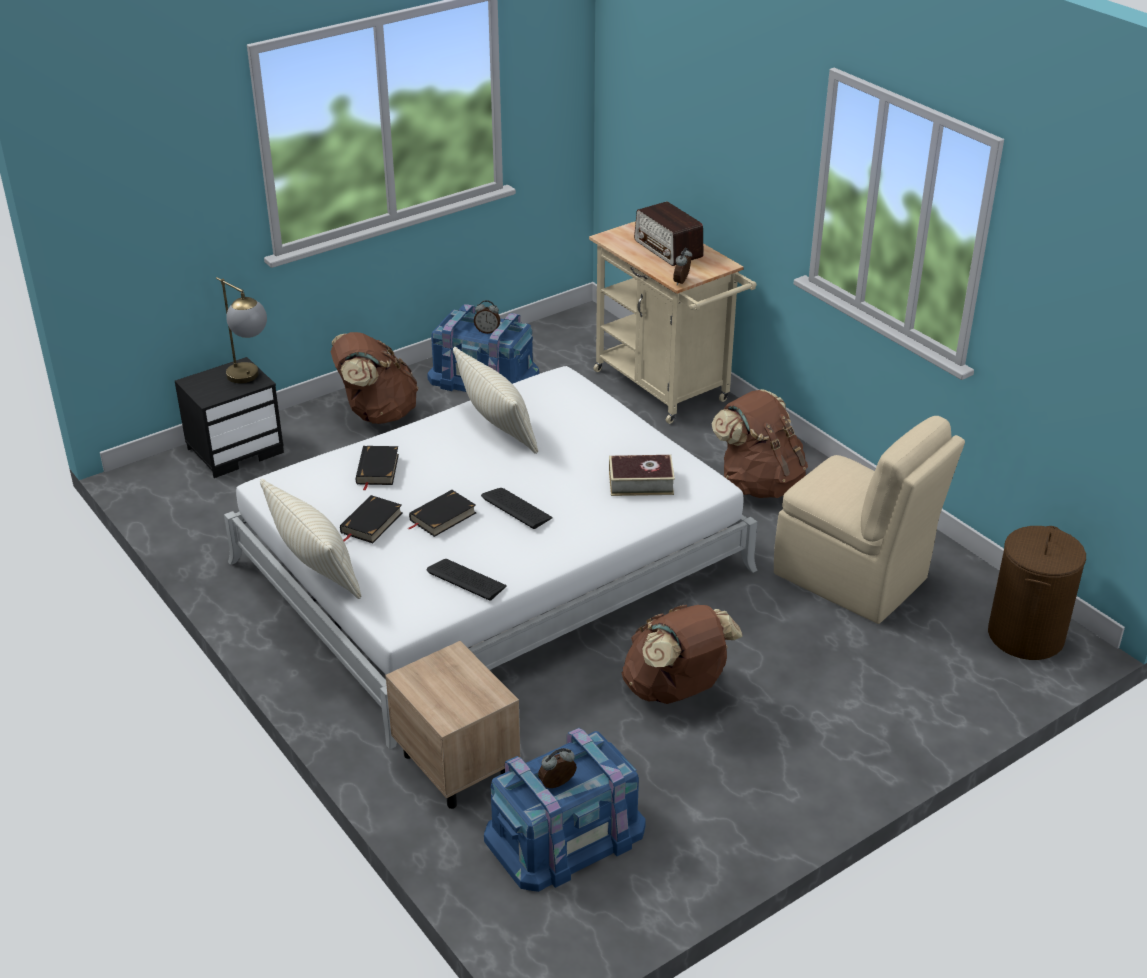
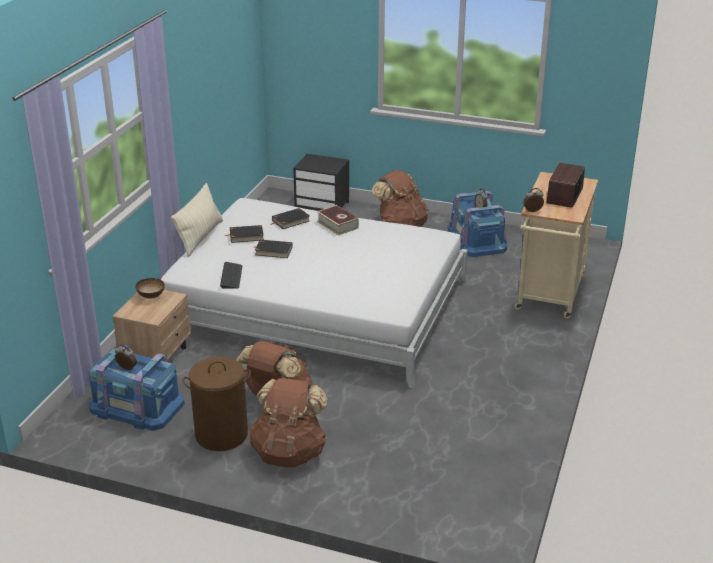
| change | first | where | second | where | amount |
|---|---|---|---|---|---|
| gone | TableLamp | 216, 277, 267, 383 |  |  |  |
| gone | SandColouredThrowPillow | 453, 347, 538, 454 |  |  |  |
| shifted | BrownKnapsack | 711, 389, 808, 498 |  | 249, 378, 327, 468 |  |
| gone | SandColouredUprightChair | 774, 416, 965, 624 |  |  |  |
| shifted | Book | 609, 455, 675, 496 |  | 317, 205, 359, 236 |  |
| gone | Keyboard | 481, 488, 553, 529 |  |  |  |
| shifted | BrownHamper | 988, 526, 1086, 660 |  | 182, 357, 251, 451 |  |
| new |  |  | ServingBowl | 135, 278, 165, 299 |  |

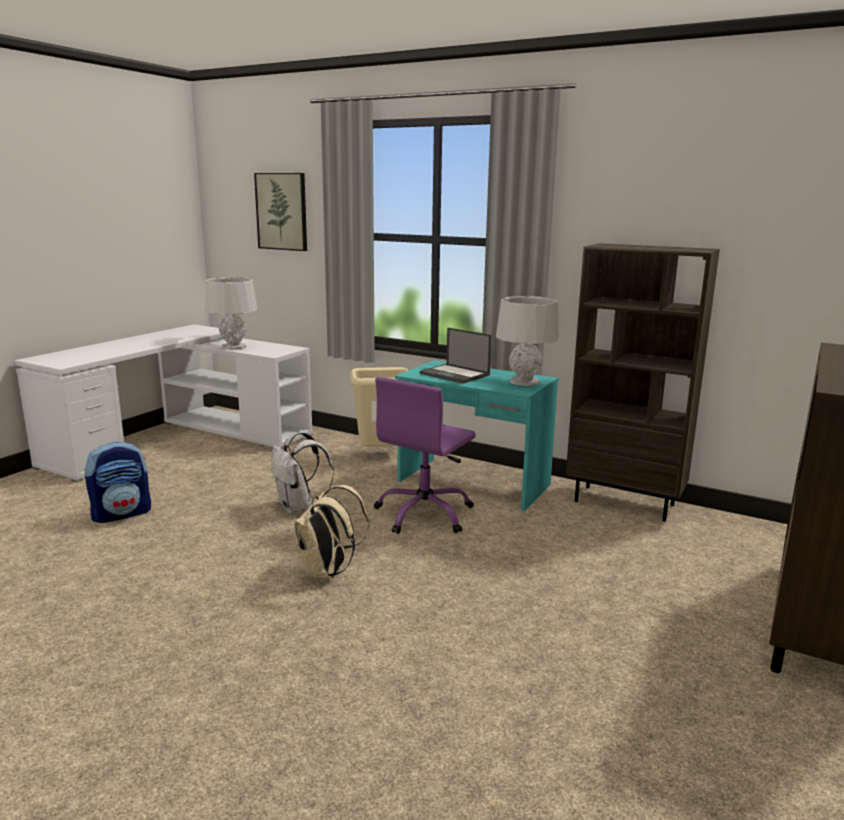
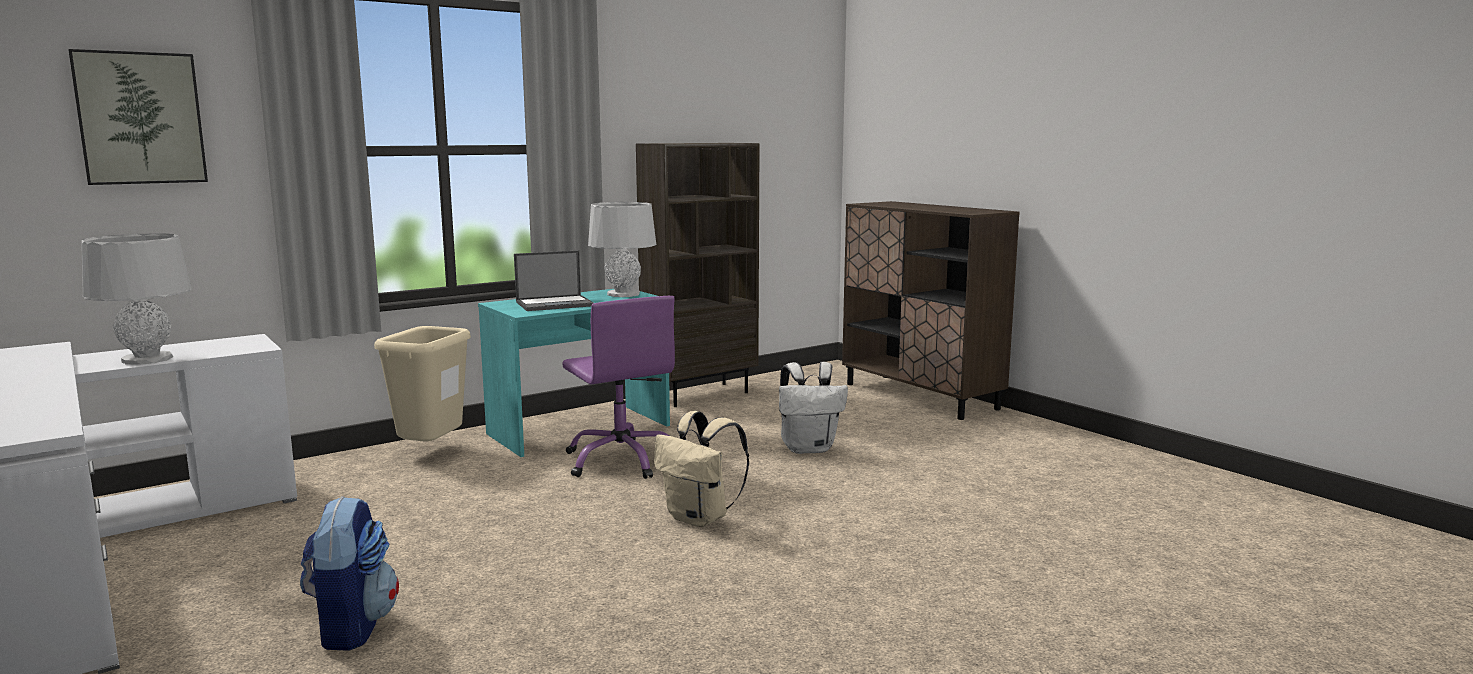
| change | first | where | second | where | amount |
|---|---|---|---|---|---|
| shifted | WhitishKnapsack | 271, 432, 334, 514 |  | 779, 362, 848, 454 |  |

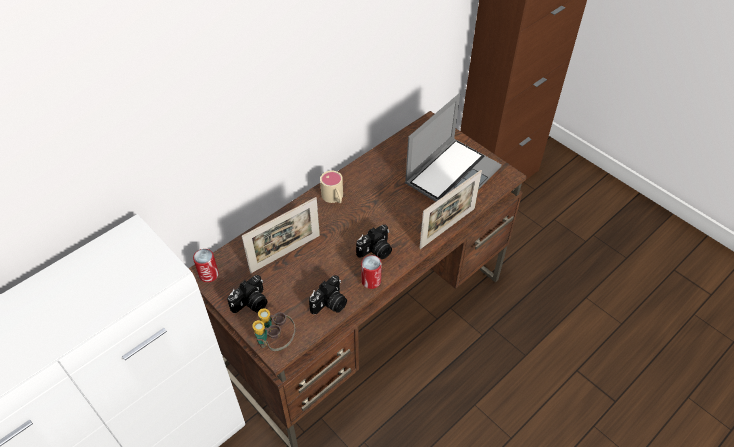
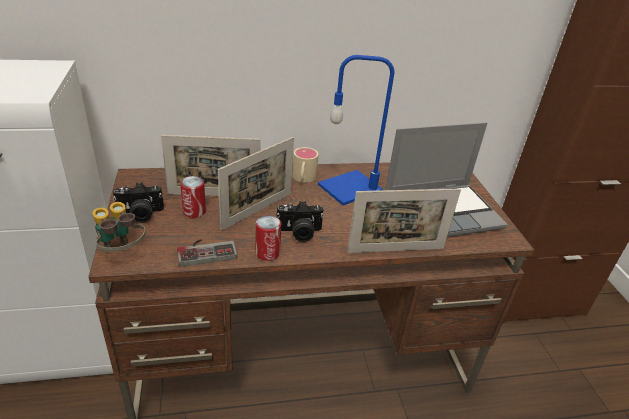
| change | first | where | second | where | amount |
|---|---|---|---|---|---|
| shifted | SealedCan | 193, 249, 219, 282 |  | 180, 176, 206, 218 |  |
| swapped | PhotoCamera | 309, 275, 347, 315 | Joypad | 177, 239, 237, 267 |  |
| new |  |  | BlueColouredTableLamp | 318, 55, 394, 205 |  |
| new |  |  | StandingFrame | 218, 137, 294, 231 |  |

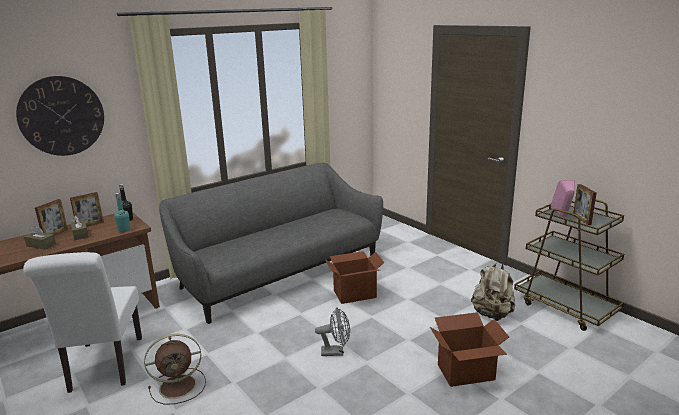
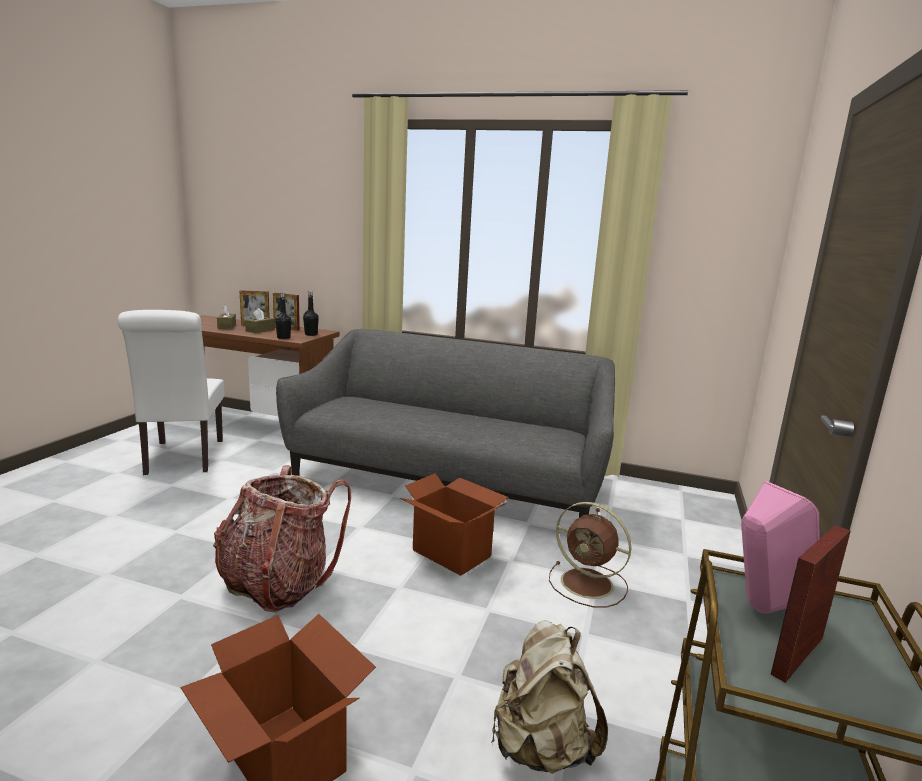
| change | first | where | second | where | amount |
|---|---|---|---|---|---|
| gone | HangingClock | 16, 76, 104, 156 |  |  |  |
| repainted | TurquoiseDrinkBottle | 114, 193, 130, 232 | BlackDrinkBottle | 275, 293, 291, 339 |  |
| rotated | WhitishUprightChair | 23, 252, 142, 393 |  | 118, 310, 225, 475 | 60 degrees counterclockwise |
| swapped | GrayElectricFan | 315, 308, 350, 356 | Knapsack | 213, 465, 351, 613 |  |
| shifted | BrownElectricFan | 144, 334, 206, 405 |  | 549, 502, 632, 608 |  |

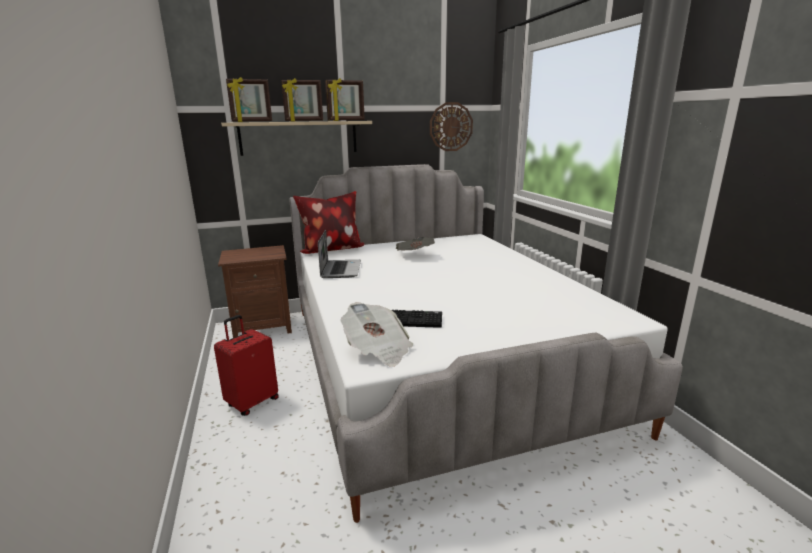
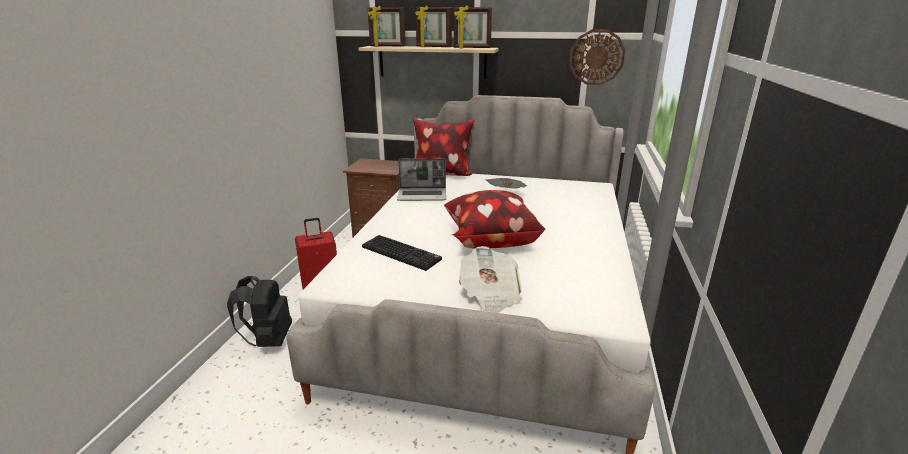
| change | first | where | second | where | amount |
|---|---|---|---|---|---|
| rotated | NotebookComputer | 318, 230, 361, 278 |  | 397, 158, 446, 201 | 60 degrees clockwise |
| shifted | PrintedPaper | 341, 302, 414, 367 |  | 459, 246, 522, 313 |  |
| new |  |  | ThrowPillow | 444, 190, 545, 249 |  |
| new |  |  | BlackKnapsack | 227, 276, 292, 347 |  |

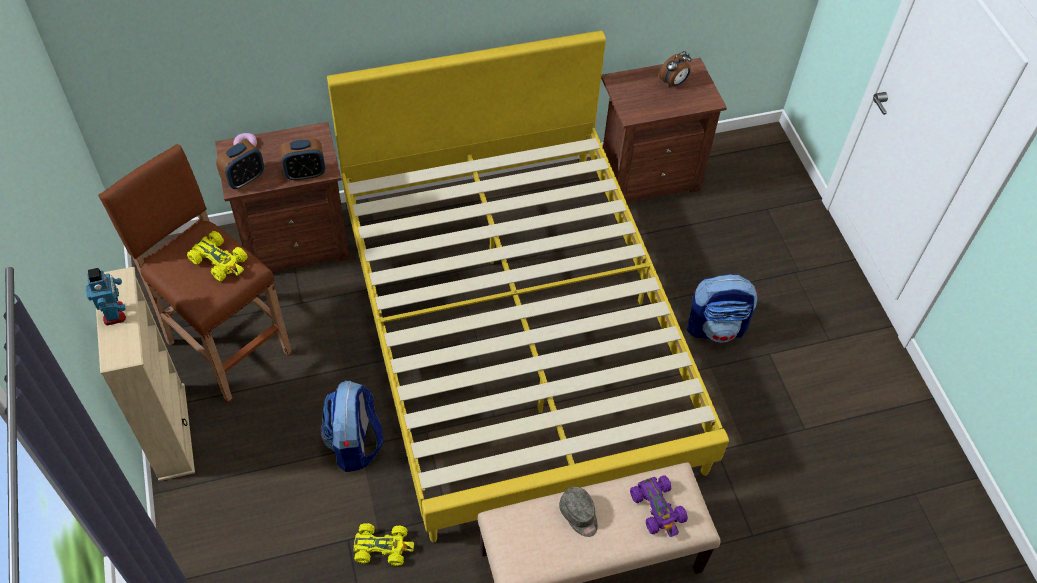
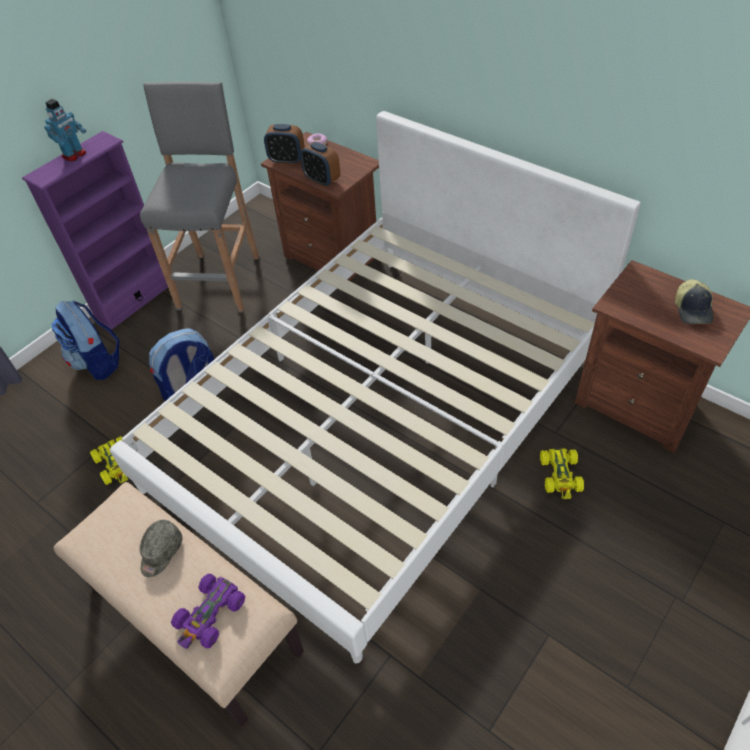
| change | first | where | second | where | amount |
|---|---|---|---|---|---|
| repainted | YellowColouredSleepingBed | 327, 30, 729, 543 | WhitishSleepingBed | 110, 111, 641, 664 |  |
| swapped | BedsideClock | 659, 51, 692, 87 | PeakedCap | 675, 279, 713, 324 |  |
| repainted | BrownStoolSeat | 98, 144, 292, 403 | GrayStoolSeat | 140, 82, 259, 313 |  |
| shifted | YellowColouredMiniatureCar | 187, 231, 248, 281 |  | 540, 448, 584, 499 |  |
| repainted | SandColouredShelvingUnit | 96, 267, 195, 481 | PurpleColouredShelvingUnit | 22, 131, 168, 330 |  |
| shifted | Knapsack | 687, 274, 759, 343 |  | 51, 300, 119, 380 |  |

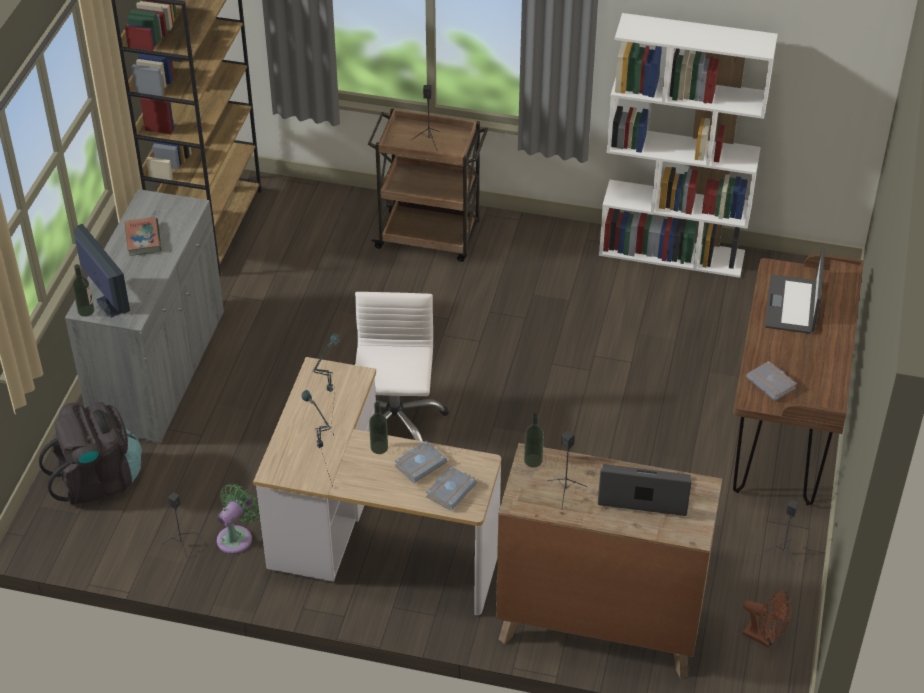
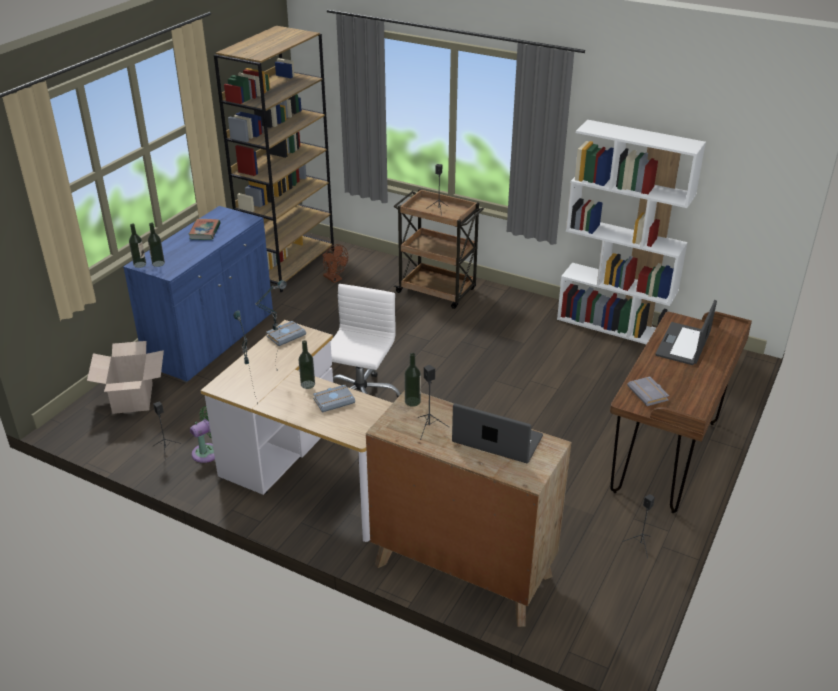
| change | first | where | second | where | amount |
|---|---|---|---|---|---|
| repainted | GrayCabinet | 65, 189, 224, 443 | BlueColouredCabinet | 123, 206, 273, 383 |  |
| swapped | Monitor | 74, 224, 130, 318 | DrinkBottle | 148, 223, 165, 267 |  |
| swapped | BlackKnapsack | 39, 402, 142, 506 | CardboardBox | 87, 341, 164, 414 |  |
| shifted | GrayBook | 426, 466, 477, 511 |  | 266, 321, 306, 346 |  |
| shifted | BrownElectricFan | 742, 590, 792, 648 |  | 323, 244, 348, 283 |  |

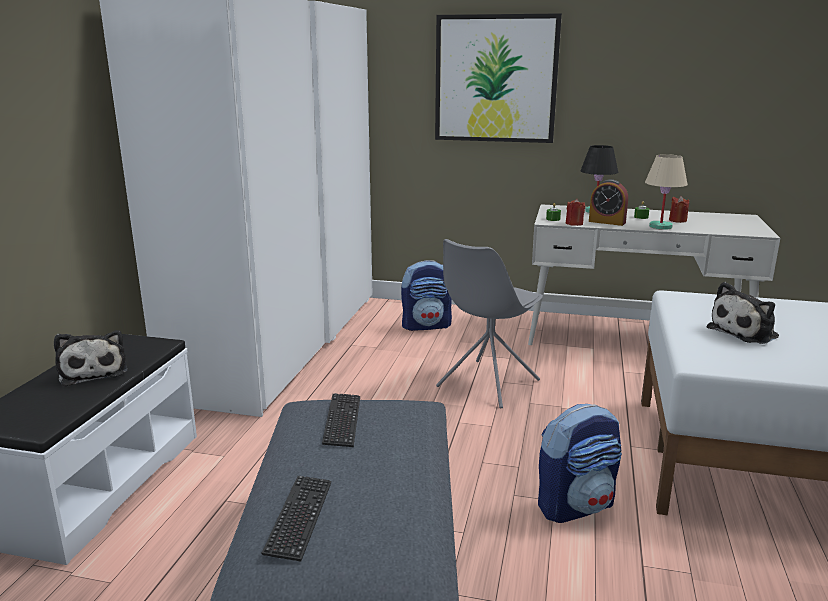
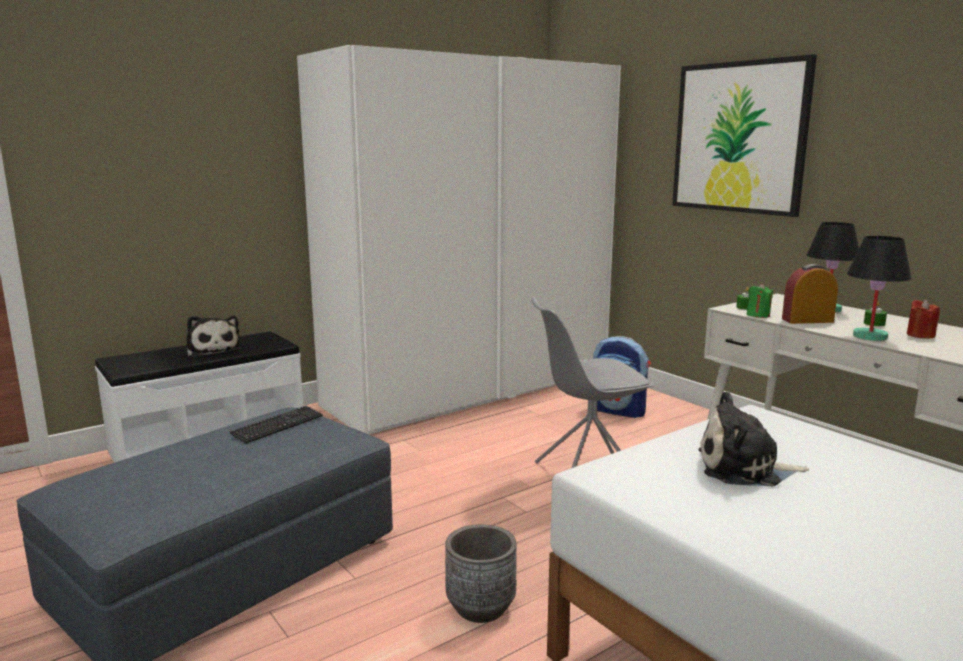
| change | first | where | second | where | amount |
|---|---|---|---|---|---|
| repainted | SandColouredTableLamp | 645, 154, 688, 230 | BlackTableLamp | 847, 236, 912, 341 |  |
| rotated | BedsideClock | 589, 179, 628, 226 |  | 782, 264, 838, 324 | 105 degrees clockwise |
| repainted | RedColouredWaxLight | 566, 199, 585, 226 | GreenWaxLight | 747, 283, 773, 318 |  |
| rotated | SoftToy | 54, 330, 127, 387 |  | 186, 316, 240, 357 | 45 degrees counterclockwise |
| swapped | Knapsack | 538, 404, 622, 523 | GrayPlantPot | 445, 524, 517, 623 |  |
| gone | Keyboard | 262, 476, 331, 561 |  |  |  |

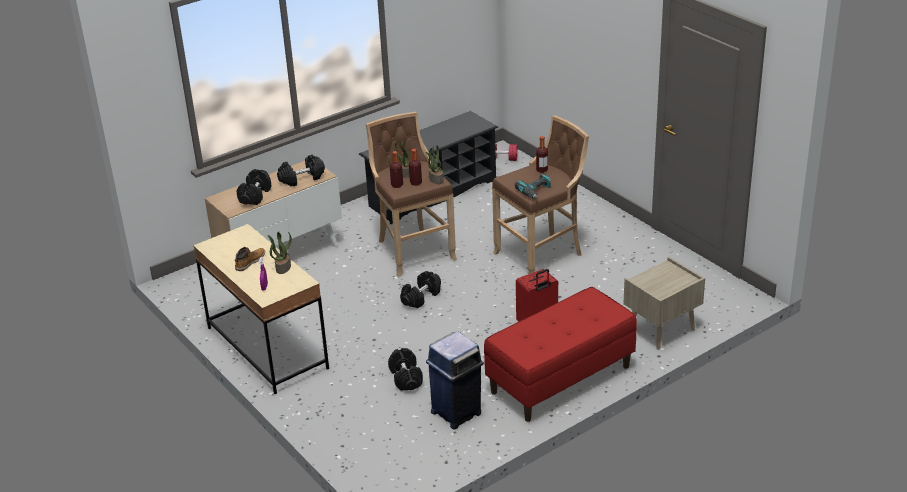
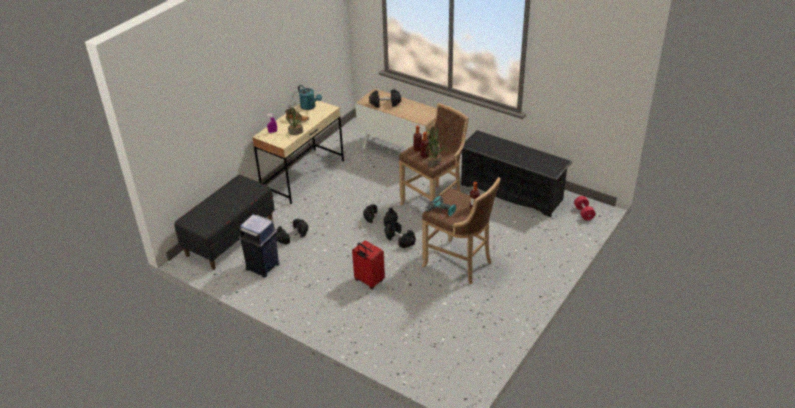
| change | first | where | second | where | amount |
|---|---|---|---|---|---|
| shifted | BlackFreeWeight | 277, 155, 325, 187 |  | 385, 221, 416, 248 |  |
| gone | SandColouredBedsideTable | 623, 257, 705, 350 |  |  |  |
| gone | RedColouredBench | 484, 287, 637, 422 |  |  |  |
| new |  |  | TurquoiseWateringCan | 298, 85, 322, 110 |  |
| new |  |  | BlackBench | 174, 175, 275, 270 |  |

